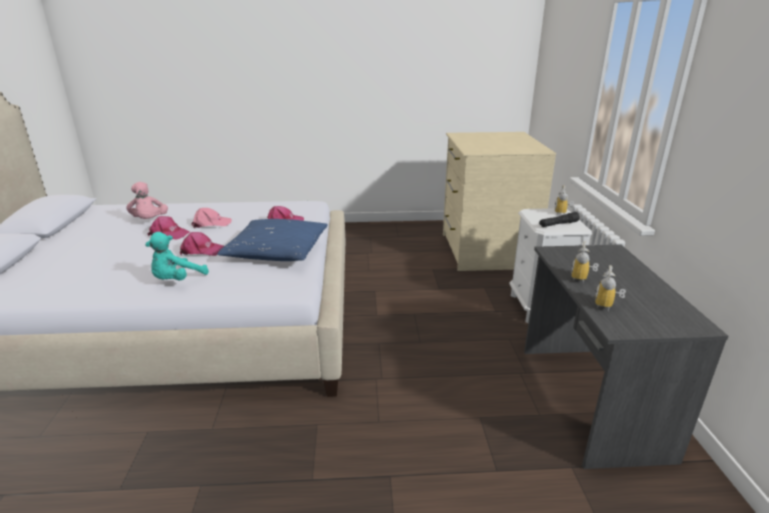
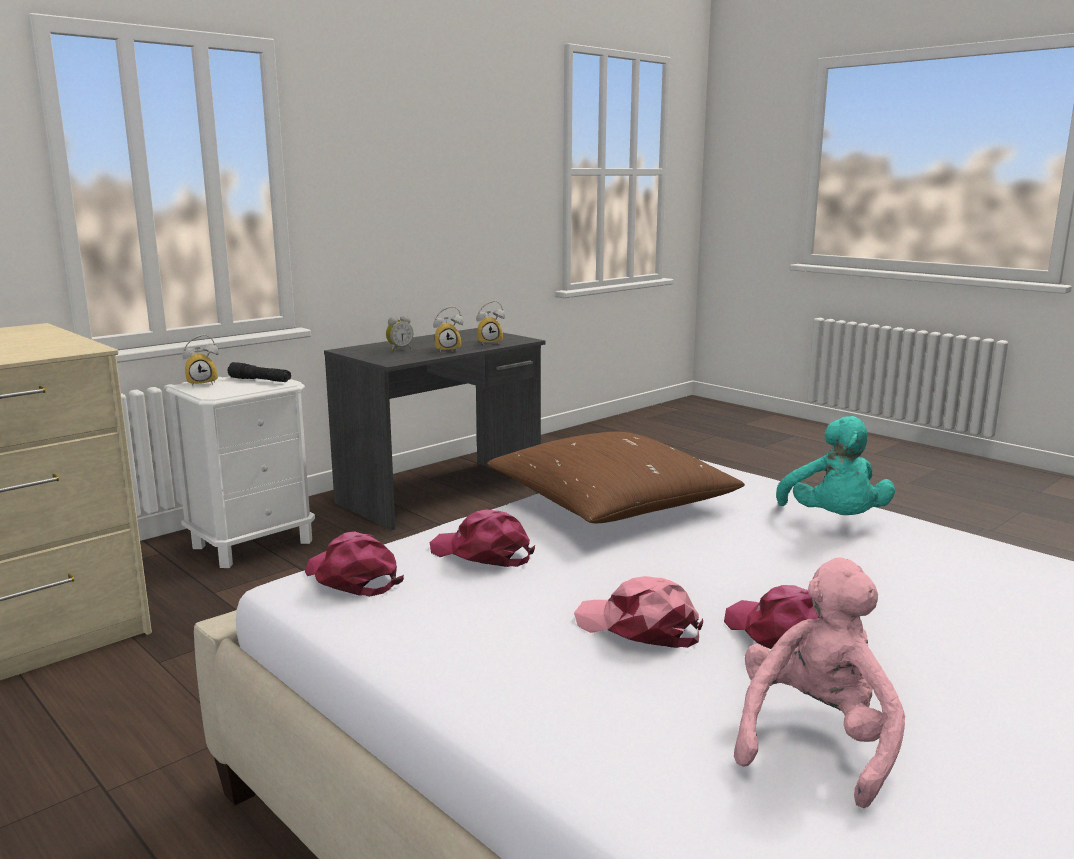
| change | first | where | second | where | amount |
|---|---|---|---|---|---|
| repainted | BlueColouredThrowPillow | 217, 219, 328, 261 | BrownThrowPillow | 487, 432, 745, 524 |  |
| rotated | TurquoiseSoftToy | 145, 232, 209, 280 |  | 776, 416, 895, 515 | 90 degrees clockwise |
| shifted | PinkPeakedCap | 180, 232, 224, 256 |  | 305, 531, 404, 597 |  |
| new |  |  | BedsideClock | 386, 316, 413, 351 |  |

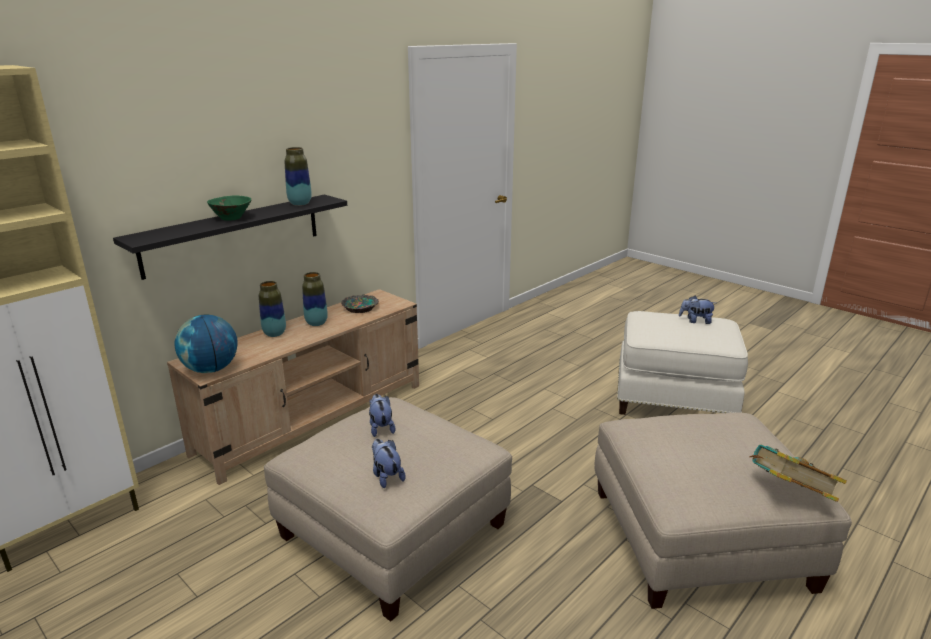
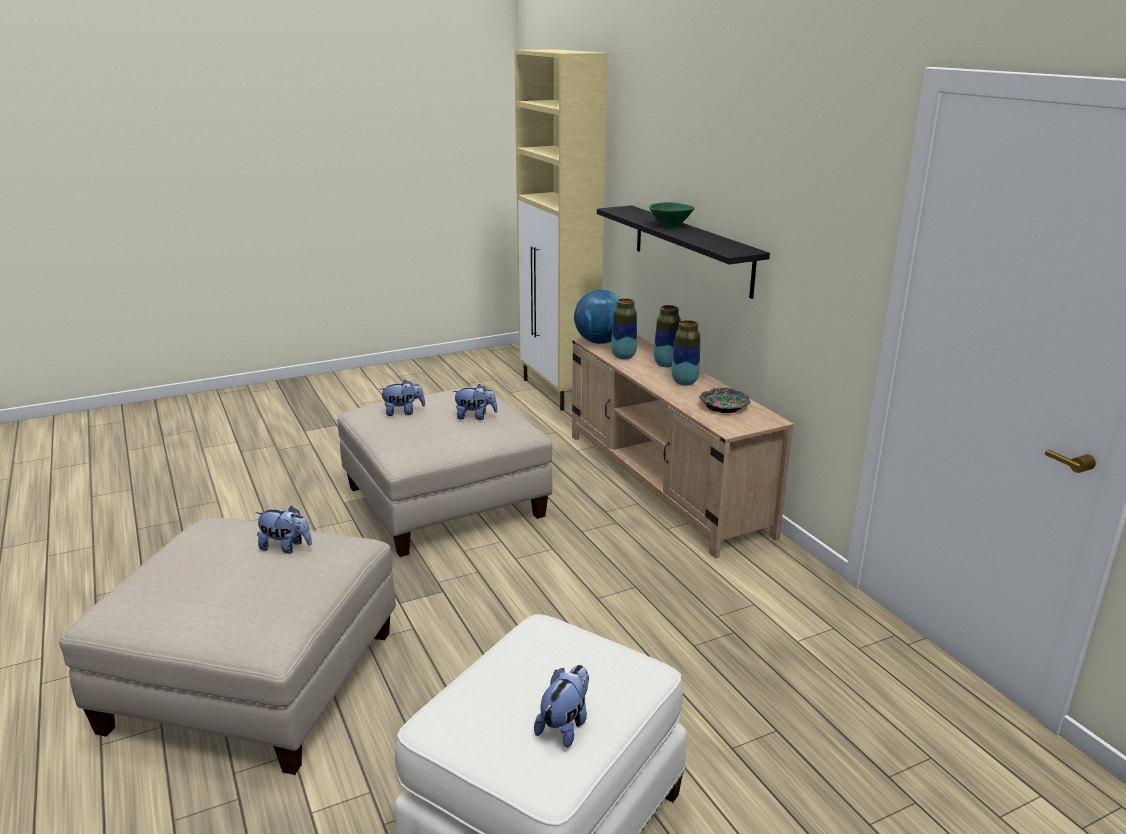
| change | first | where | second | where | amount |
|---|---|---|---|---|---|
| shifted | Vase | 285, 147, 312, 206 |  | 611, 298, 637, 359 |  |
| gone | Book | 750, 444, 847, 502 |  |  |  |
| new |  |  | SoftToy | 255, 505, 312, 554 |  |

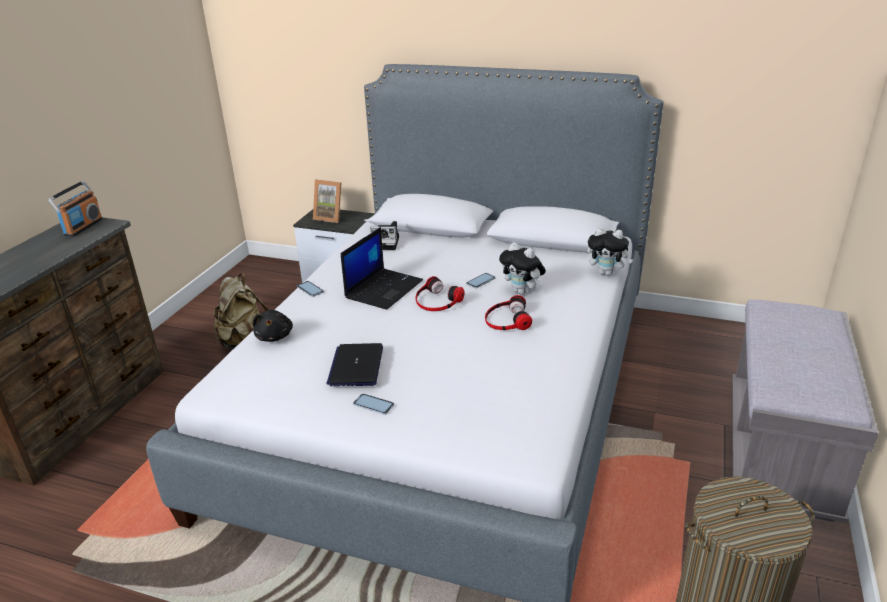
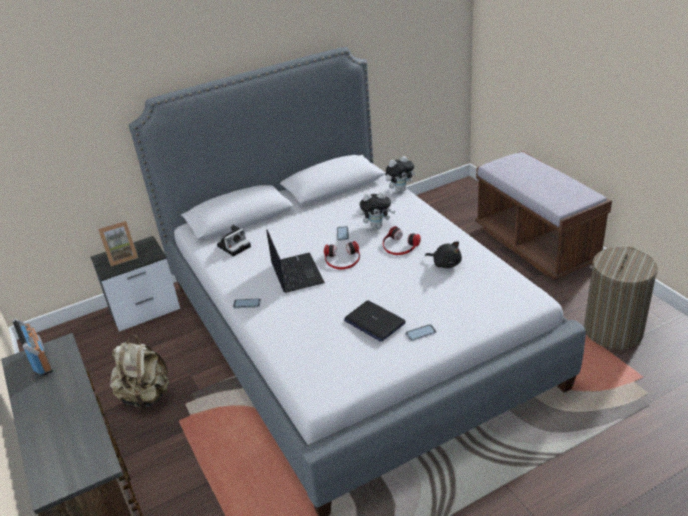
| change | first | where | second | where | amount |
|---|---|---|---|---|---|
| repainted | GrayBench | 732, 299, 879, 523 | BrownBench | 475, 151, 612, 280 |  |
| shifted | BlackSoftToy | 253, 310, 293, 342 |  | 425, 241, 462, 268 |  |

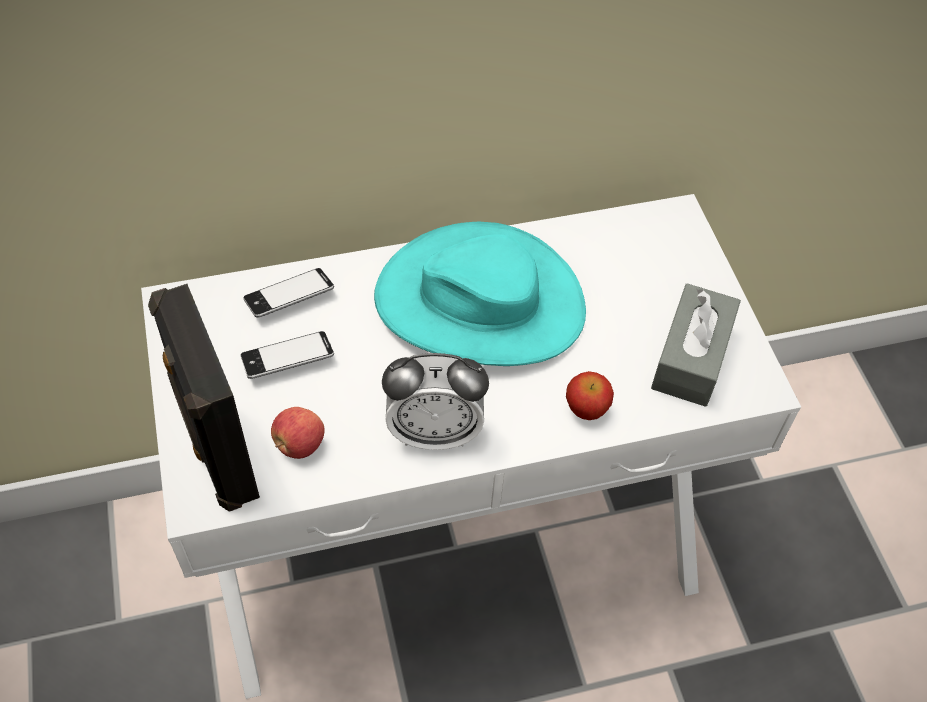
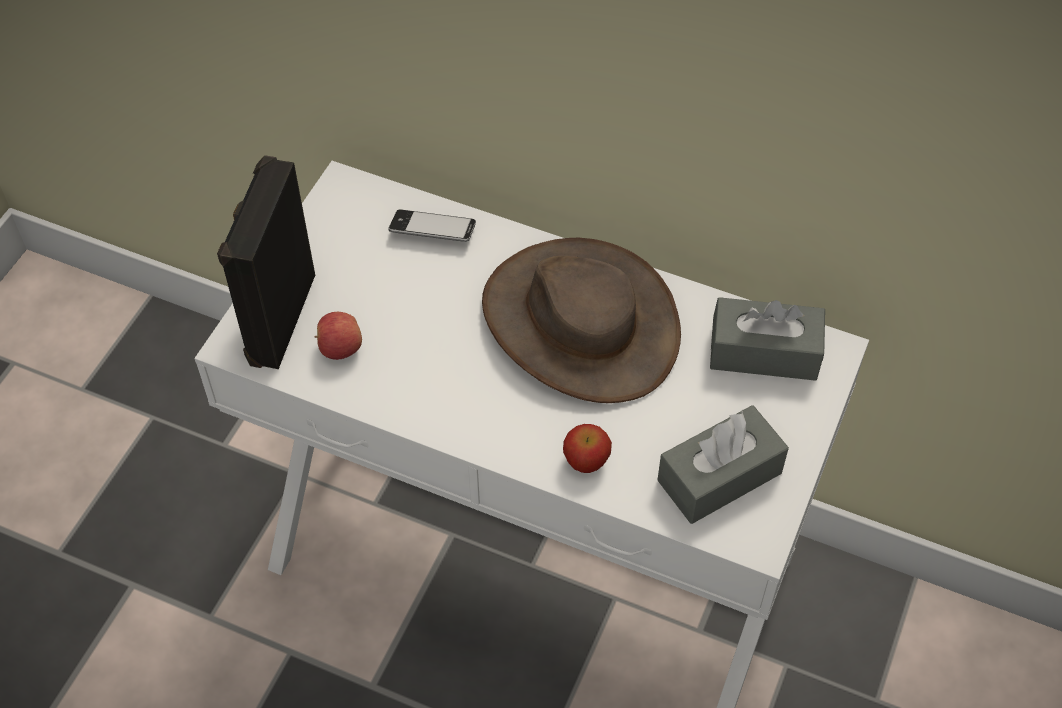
| change | first | where | second | where | amount |
|---|---|---|---|---|---|
| repainted | TurquoiseClothingHat | 374, 222, 586, 366 | BrownClothingHat | 482, 238, 681, 403 |  |
| gone | Phone | 241, 331, 334, 379 |  |  |  |
| gone | BedsideClock | 382, 353, 489, 450 |  |  |  |
| new |  |  | GrayBoxOfTissues | 710, 297, 825, 381 |  |

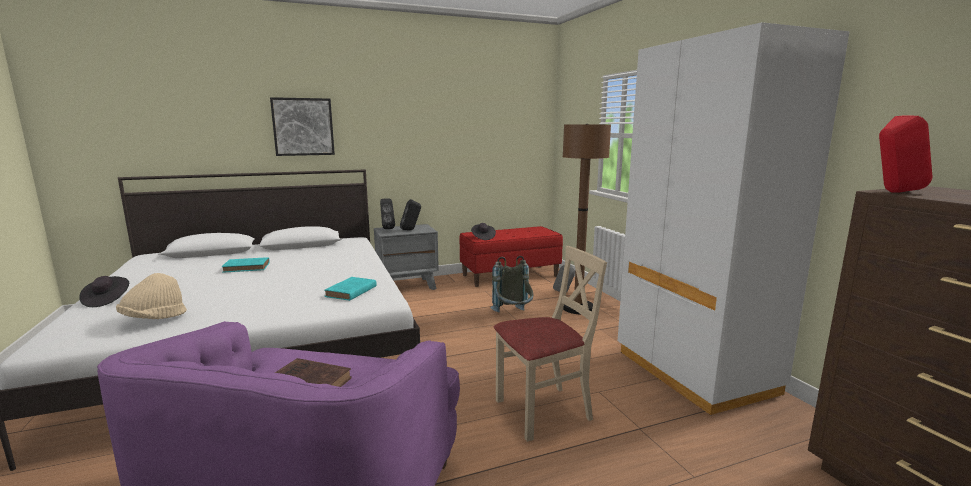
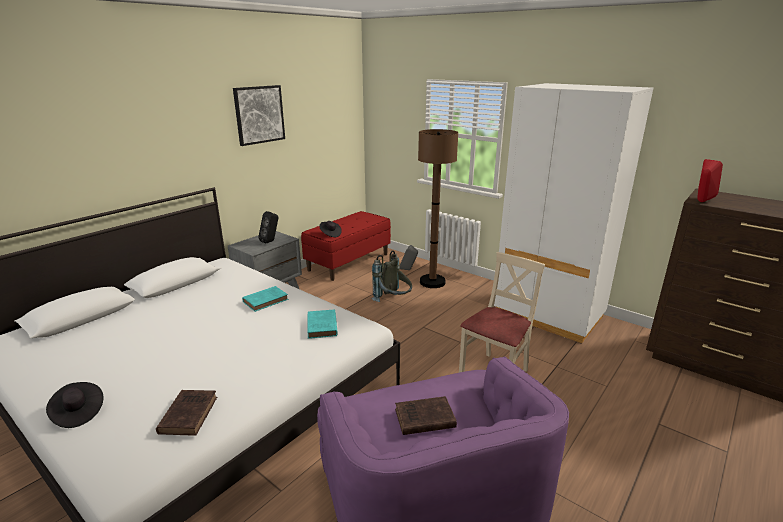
| change | first | where | second | where | amount |
|---|---|---|---|---|---|
| shifted | WallArt | 270, 97, 335, 156 |  | 233, 85, 285, 146 |  |
| gone | BlackSpeaker | 380, 198, 395, 229 |  |  |  |
| shifted | TurquoiseBook | 222, 257, 270, 273 |  | 242, 286, 288, 312 |  |
| swapped | SandColouredClothingHat | 116, 273, 187, 319 | BrownBook | 156, 390, 217, 436 |  |

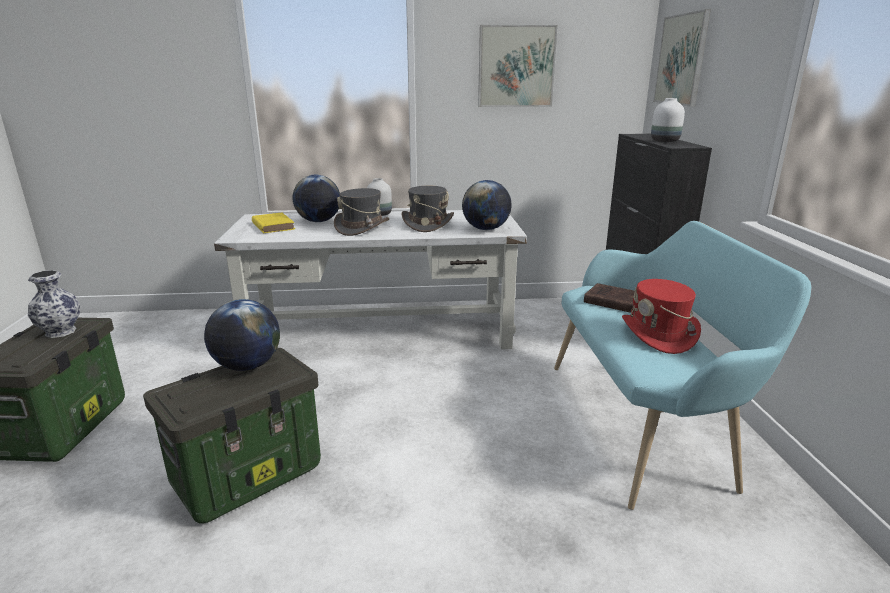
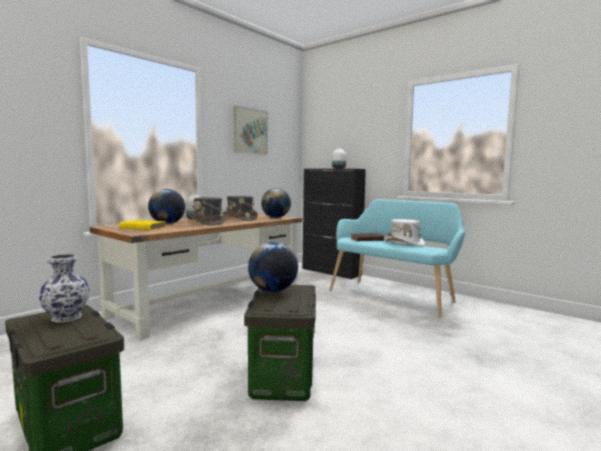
| change | first | where | second | where | amount |
|---|---|---|---|---|---|
| gone | WallArt | 653, 9, 711, 107 |  |  |  |
| repainted | WhitishDesk | 214, 210, 527, 349 | BrownDesk | 90, 213, 302, 340 |  |
| repainted | RedColouredClothingHat | 622, 279, 701, 354 | WhitishClothingHat | 385, 219, 425, 246 |  |

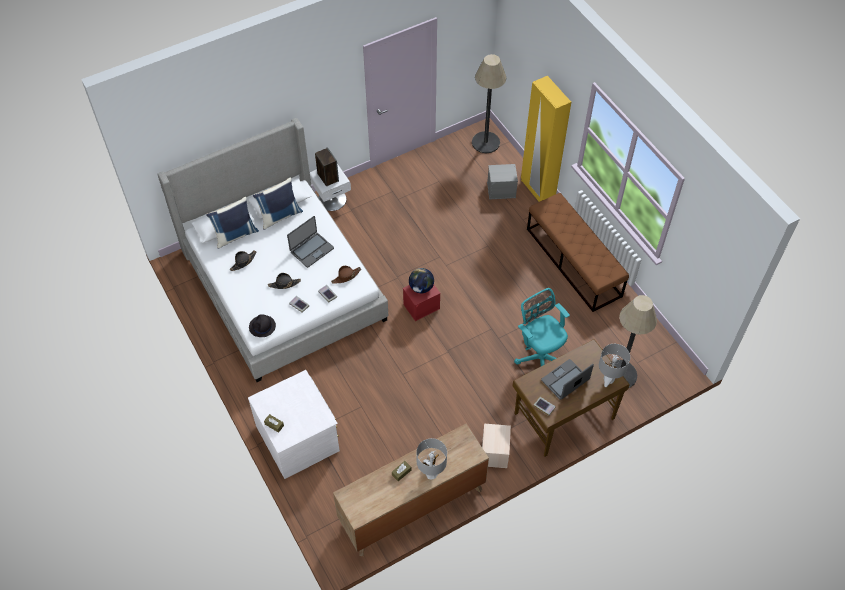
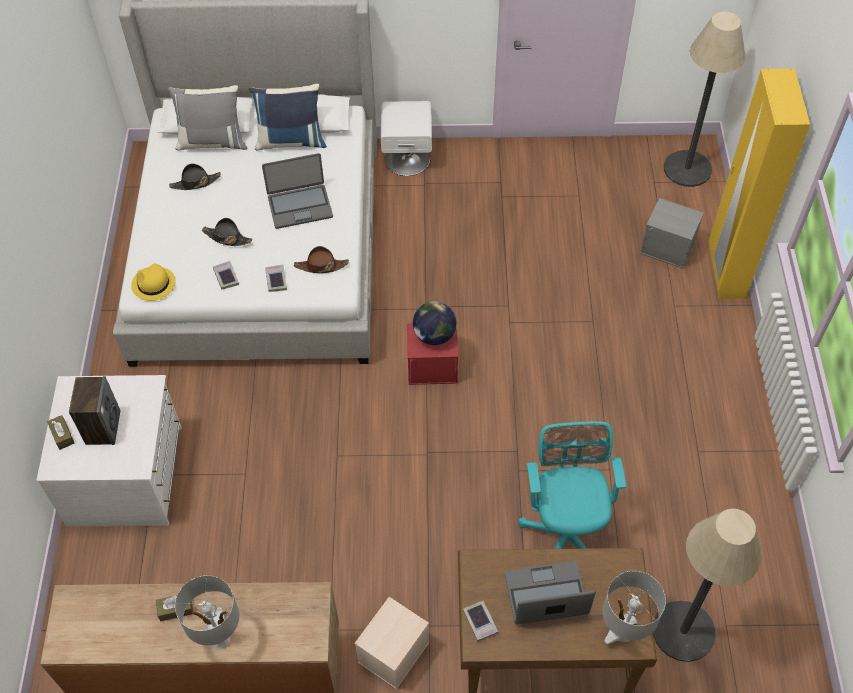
| change | first | where | second | where | amount |
|---|---|---|---|---|---|
| shifted | Speaker | 315, 147, 339, 186 |  | 69, 376, 120, 445 |  |
| gone | BrownBench | 527, 193, 629, 312 |  |  |  |
| repainted | BlueColouredThrowPillow | 206, 197, 259, 249 | GrayThrowPillow | 168, 85, 247, 150 |  |
| repainted | BlackClothingHat | 249, 314, 276, 337 | YellowColouredClothingHat | 131, 264, 176, 301 |  |

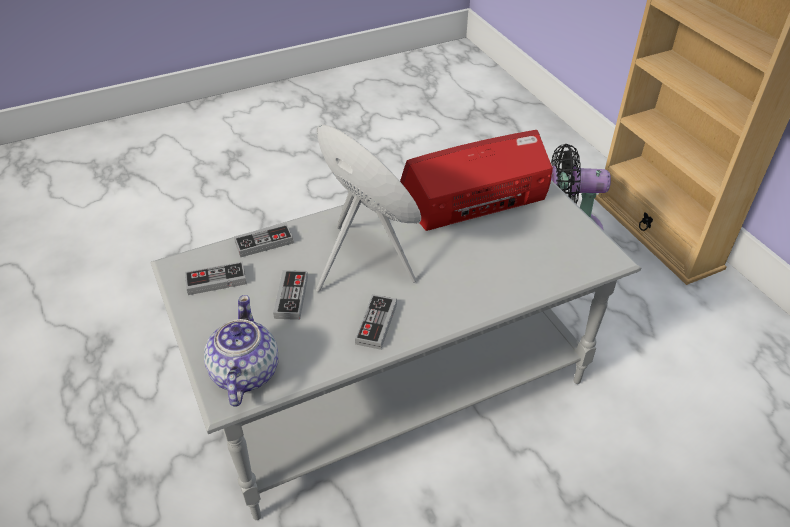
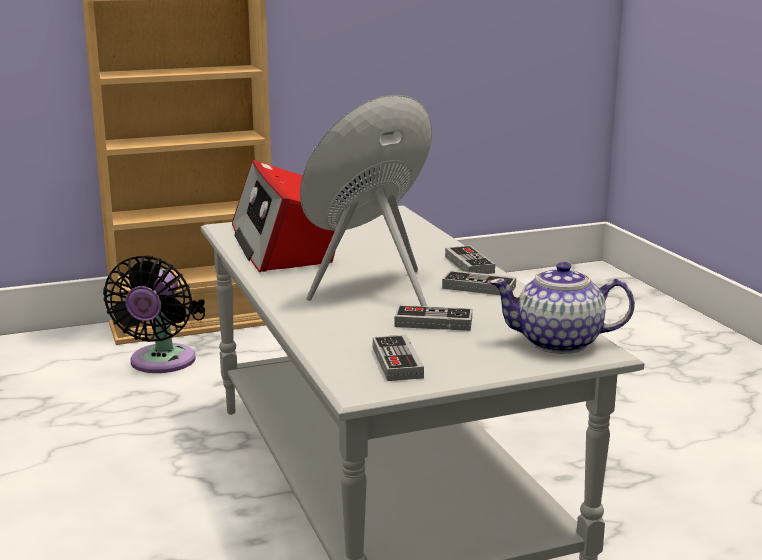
| change | first | where | second | where | amount |
|---|---|---|---|---|---|
| shifted | Joypad | 234, 223, 294, 257 |  | 445, 246, 495, 274 |  |

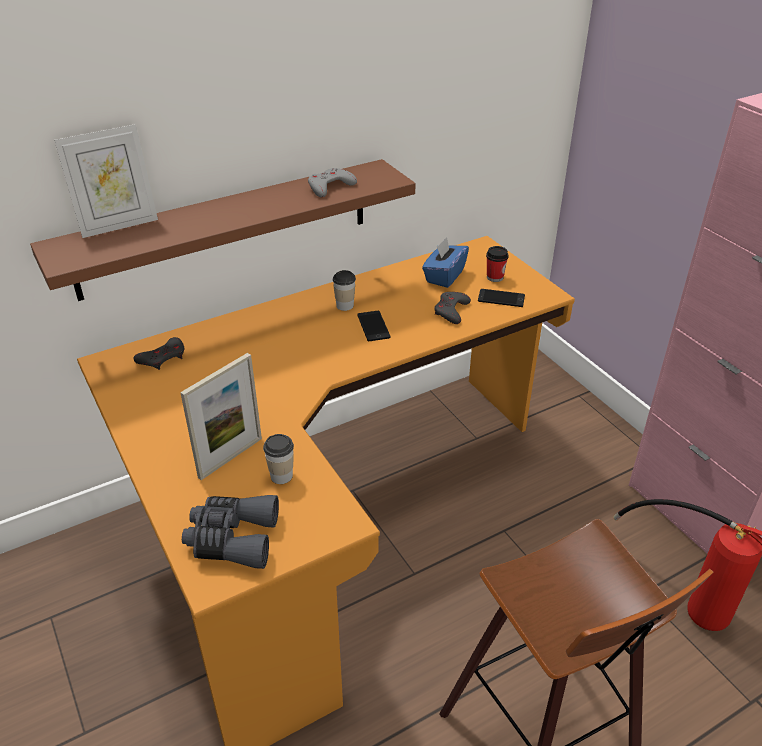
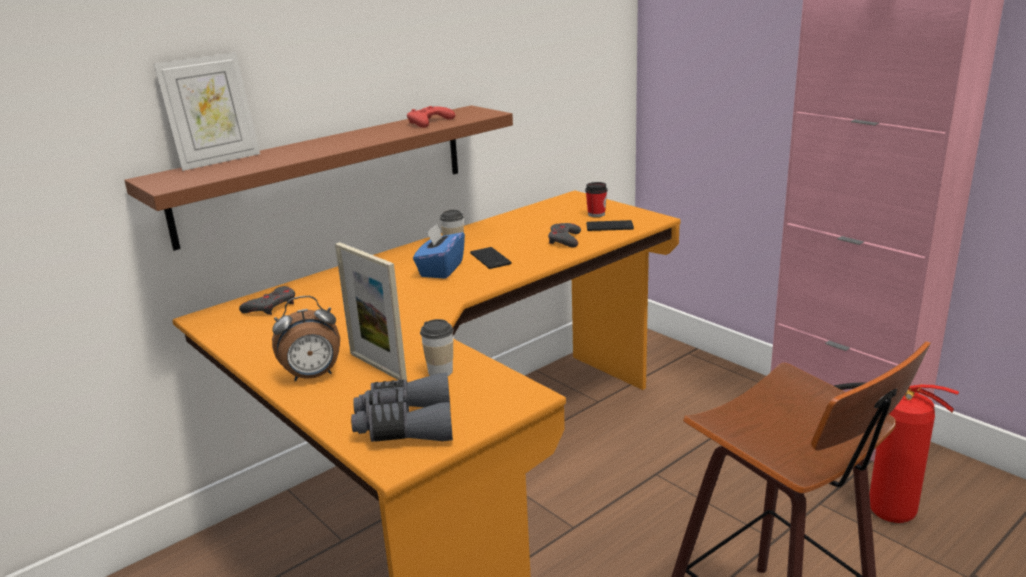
| change | first | where | second | where | amount |
|---|---|---|---|---|---|
| repainted | GrayJoypad | 308, 168, 357, 197 | RedColouredJoypad | 407, 106, 455, 128 |  |
| shifted | BlueColouredBoxOfTissues | 422, 237, 469, 288 |  | 413, 224, 465, 279 |  |
| rotated | StandingFrame | 180, 353, 262, 480 |  | 335, 242, 407, 380 | 105 degrees clockwise |
| new |  |  | BedsideClock | 272, 296, 340, 382 |  |

